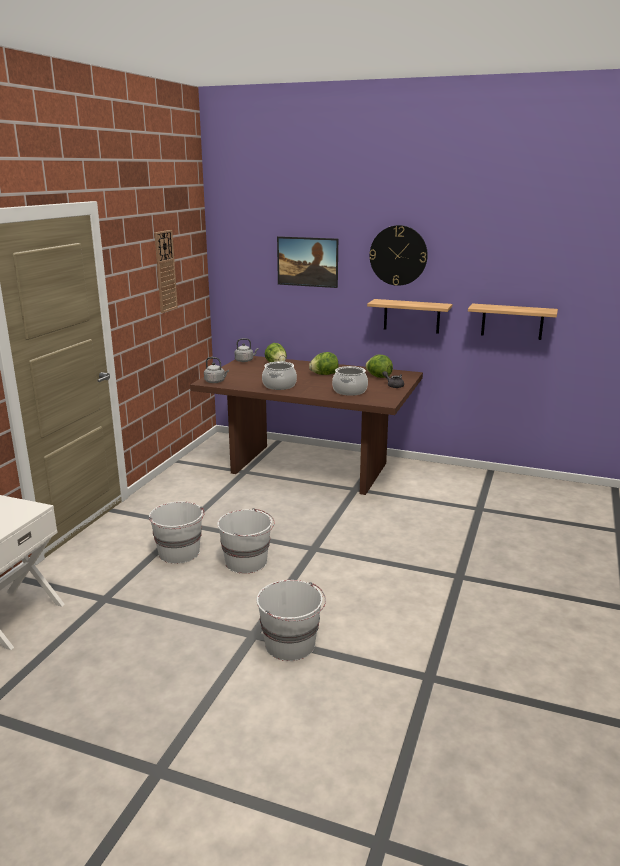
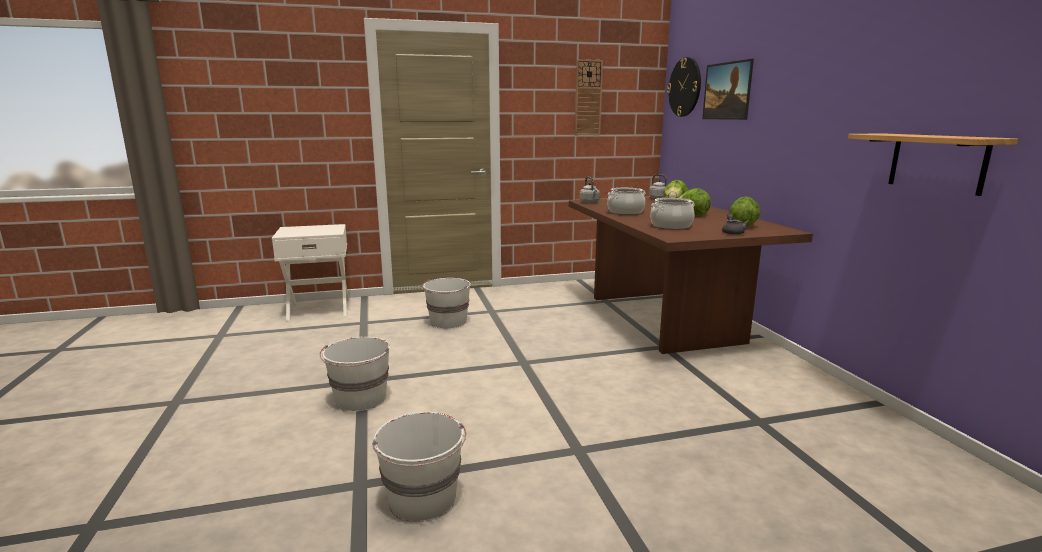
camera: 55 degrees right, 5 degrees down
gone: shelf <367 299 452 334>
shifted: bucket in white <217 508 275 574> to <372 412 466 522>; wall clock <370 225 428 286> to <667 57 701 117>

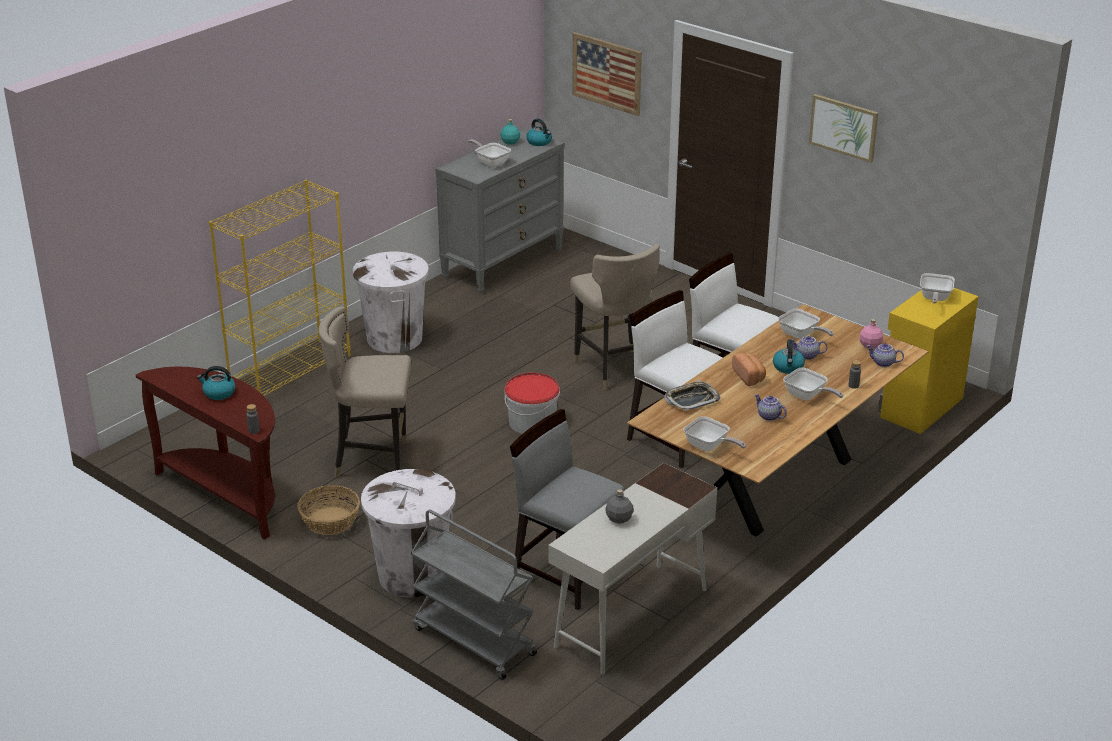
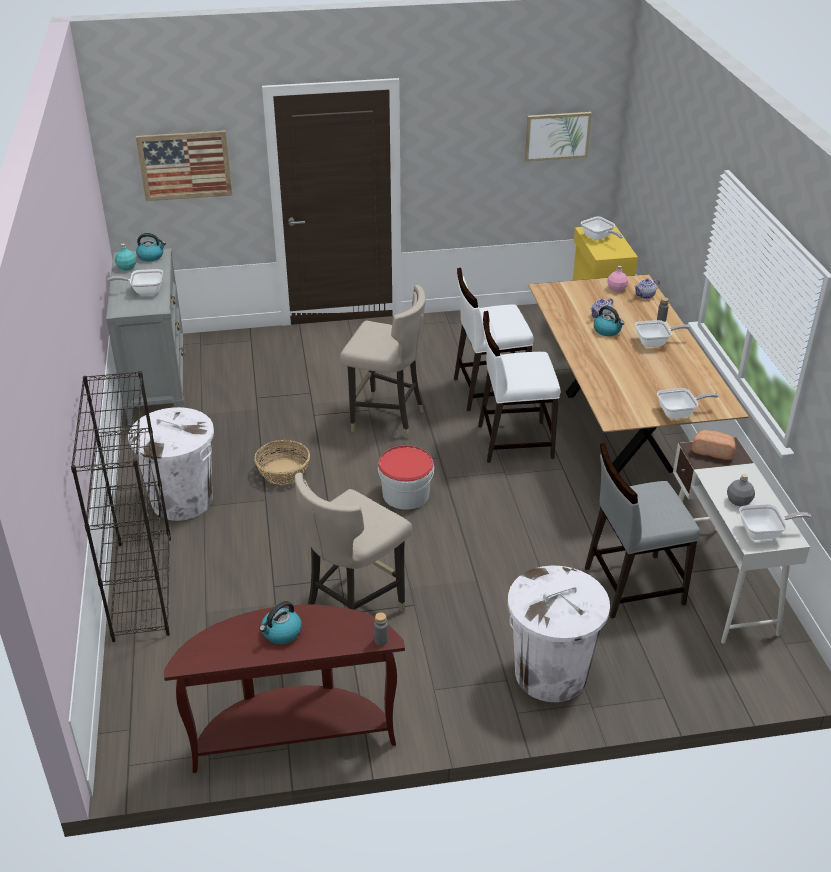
camera: 50 degrees left, 5 degrees up
gone: cart in grey <411 509 537 680>; tray <664 380 720 411>; teapot <754 394 787 421>
shifted: basket <297 485 360 535> to <254 440 310 485>; bread <732 353 766 386> to <692 430 735 460>; frying pan <778 309 834 339> to <739 504 811 540>; picture <809 94 879 163> to <525 112 592 162>
repainted: bookcase in yellow <209 180 351 396> to bookcase in black <71 371 171 642>

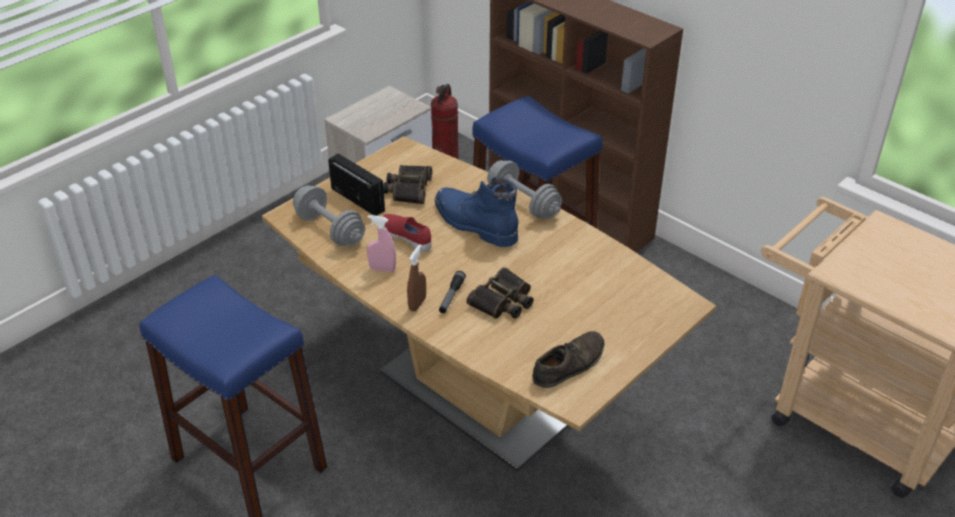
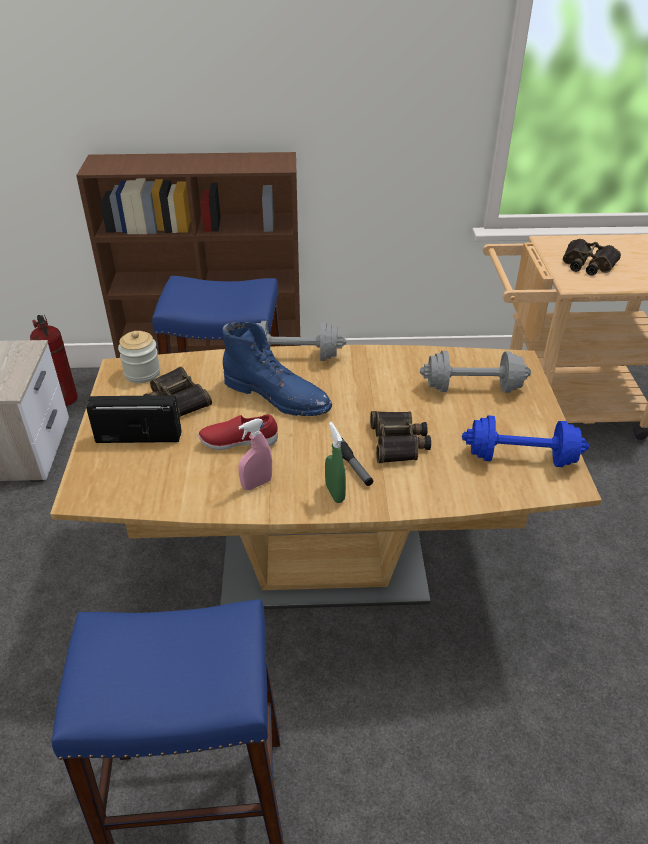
camera: 45 degrees left, 0 degrees up
new: jar <118 331 160 383>; binoculars <563 239 621 276>
shifted: dumbbell in grey <293 186 365 246> to <420 351 531 393>
swapped: shoe in brown <532 331 605 388> to dumbbell in blue <462 415 589 467>
repainted: spray bottle in brown <407 244 426 312> to spray bottle in green <325 422 346 503>
rotated: boot in blue <435 177 518 247> = <222 322 332 416> 150 degrees counterclockwise

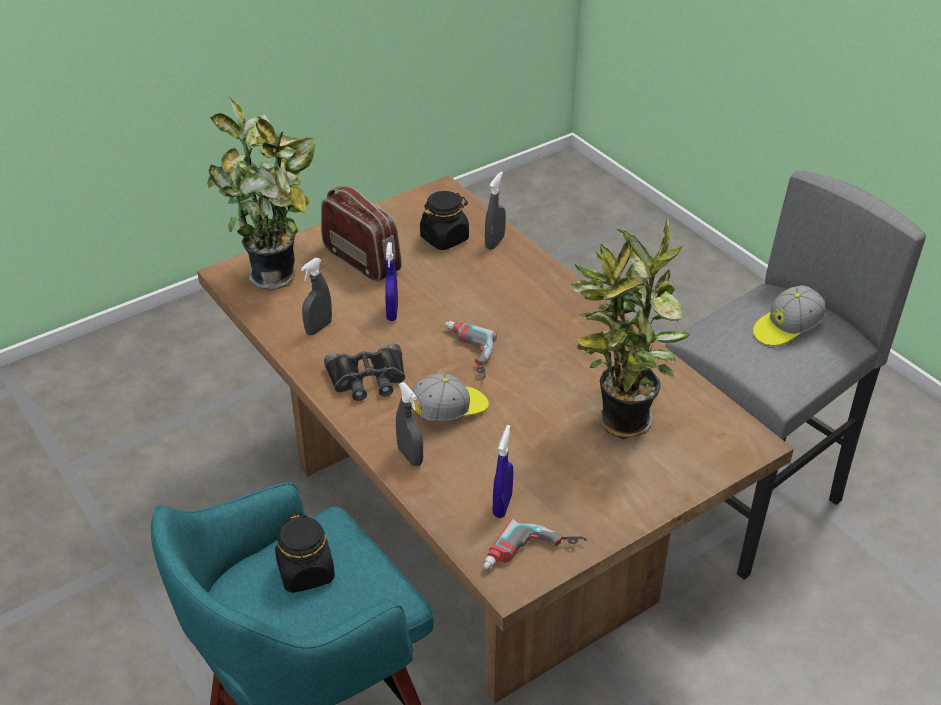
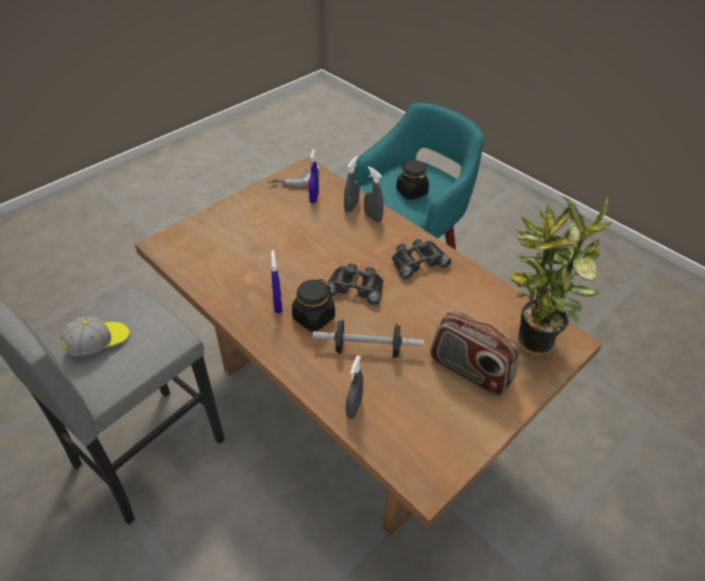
camera: 170 degrees right, 5 degrees up
gone: cap <411 373 489 421>; potted plant <569 218 691 439>
new: dumbbell <313 320 424 358>
shifted: spray bottle in grey <301 258 332 335> to <344 156 360 213>; spray bottle in blue <385 242 398 321> to <271 250 283 314>; jar in black <420 191 469 250> to <292 279 335 332>
swapped: power drill <444 321 497 379> to binoculars in black <328 263 384 305>

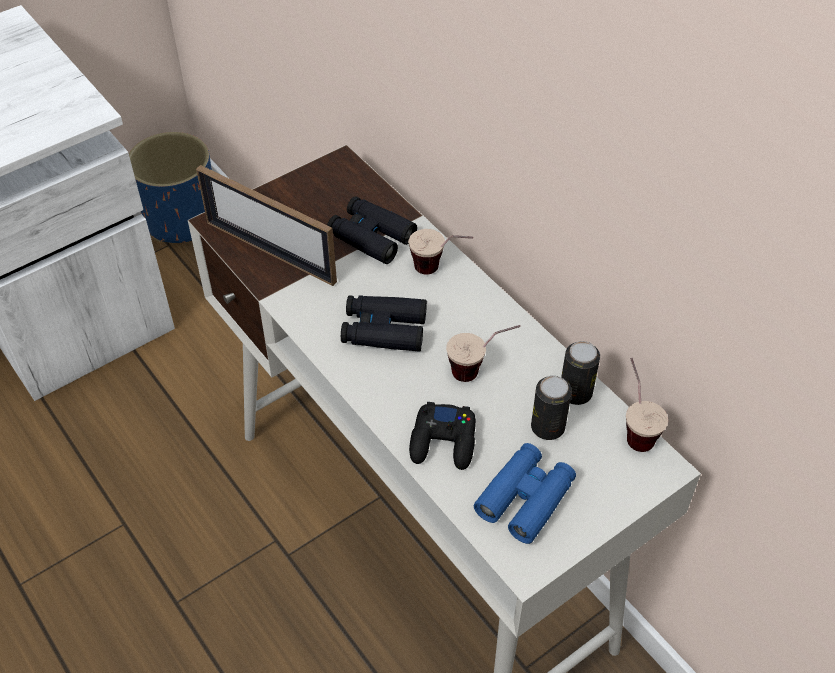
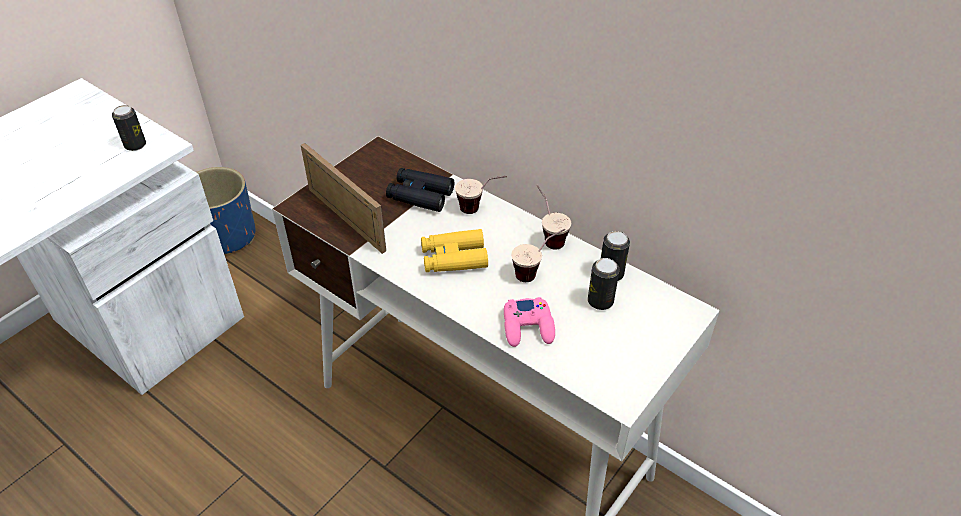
camera: 15 degrees left, 5 degrees down
gone: binoculars in blue <474 443 576 544>
new: can <112 105 146 151>
shifted: cup <626 358 668 452> to <536 185 571 249>
repainted: binoculars in black <341 295 427 352> to binoculars in yellow <421 229 488 272>; game controller in black <409 402 476 470> to game controller in pink <504 297 555 347>
rotated: picture frame <196 165 337 286> = <301 143 386 254> 150 degrees counterclockwise

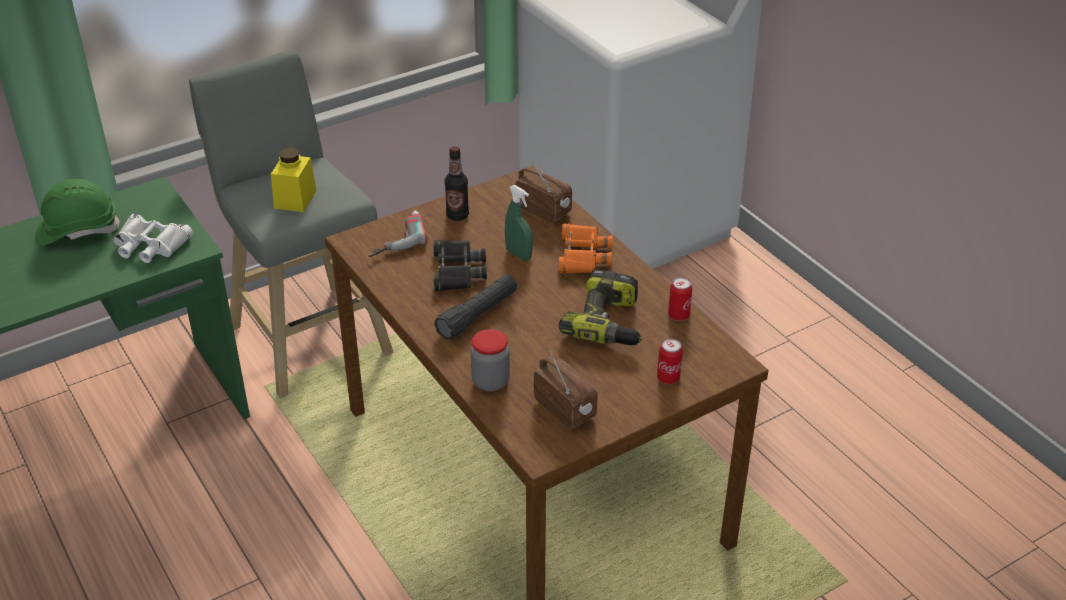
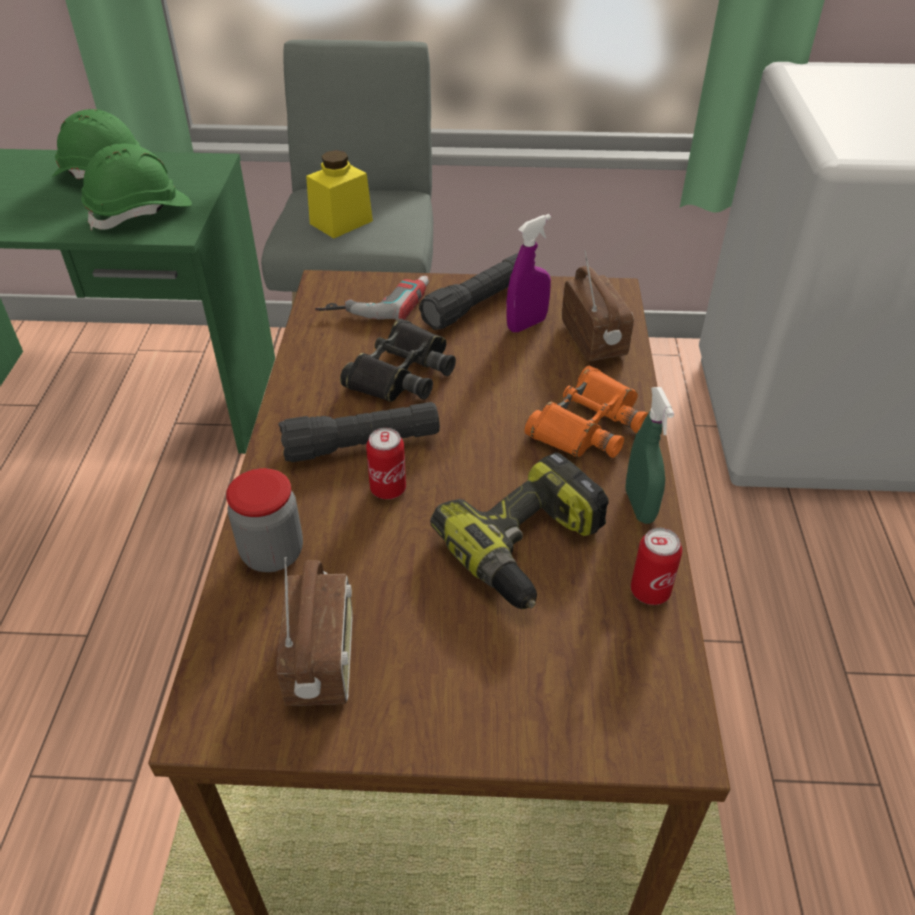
camera: 35 degrees right, 5 degrees up
new: spray bottle in purple <506 214 551 332>
shifted: spray bottle in green <505 185 533 261> to <625 387 674 524>; can <657 339 683 384> to <366 428 406 499>
swapped: binoculars in white <114 214 193 263> to hard hat in green <81 144 192 230>; bottle <444 146 469 221> to flashlight in black <419 253 518 330>

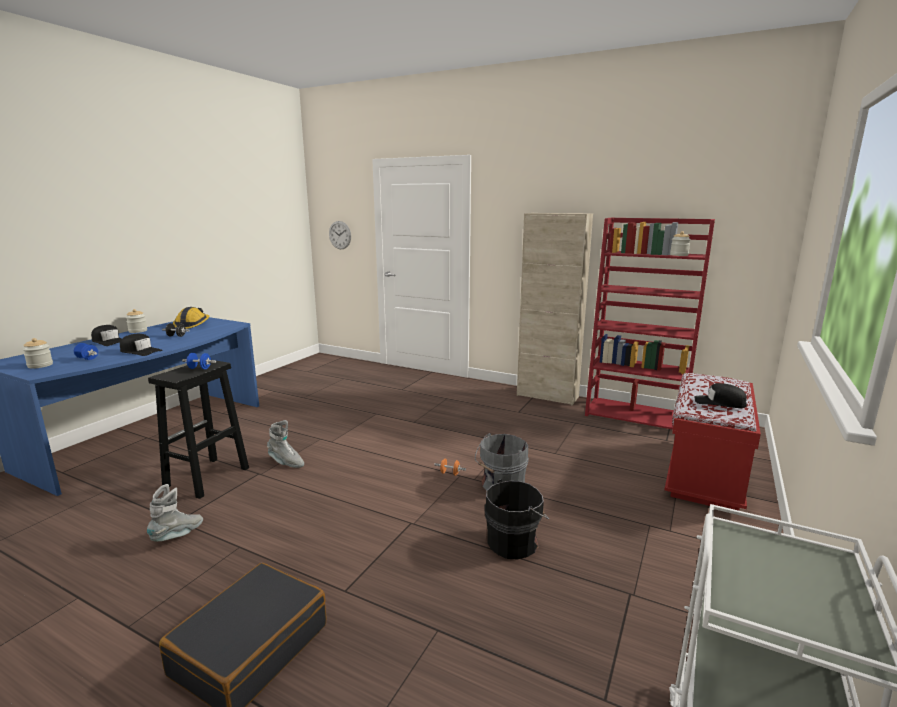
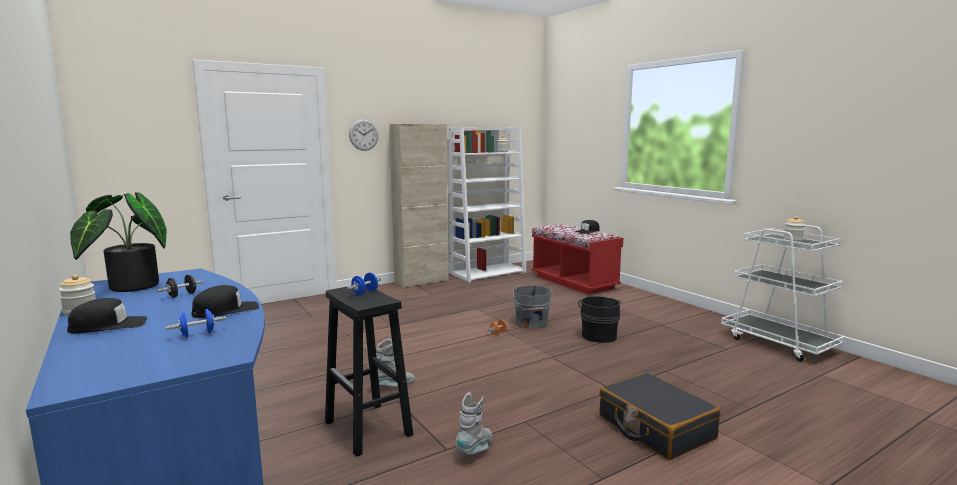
camera: 60 degrees left, 5 degrees down
shifted: jar <23 338 53 369> to <783 216 805 242>; wall clock <329 221 351 249> to <349 119 379 151>
swapped: hard hat <173 307 209 329> to potted plant <70 193 167 292>
repainted: bookcase in red <585 217 715 430> to bookcase in white <449 127 526 282>
rotated: boot in grey <147 484 203 542> = <456 392 492 455> 60 degrees clockwise

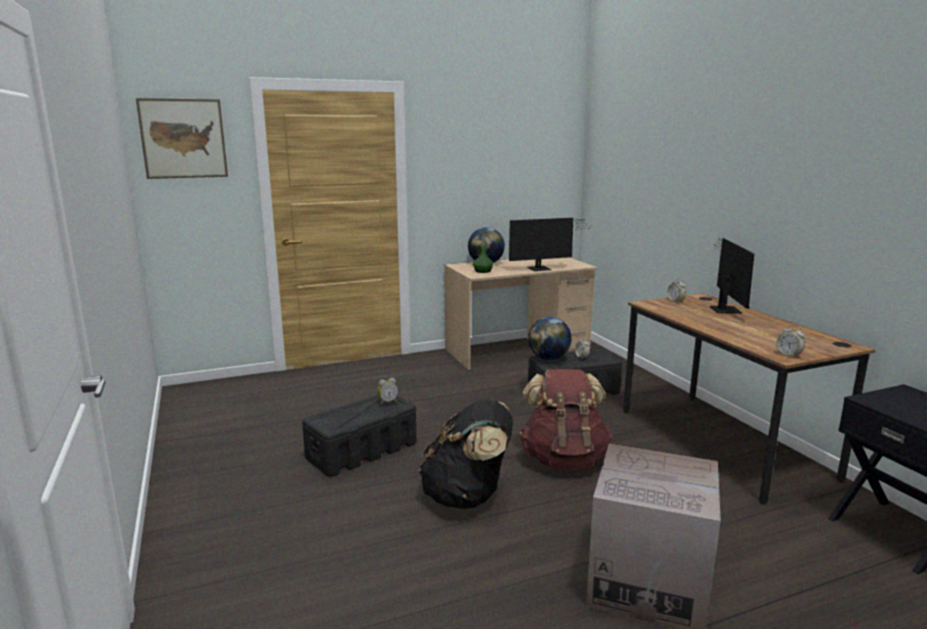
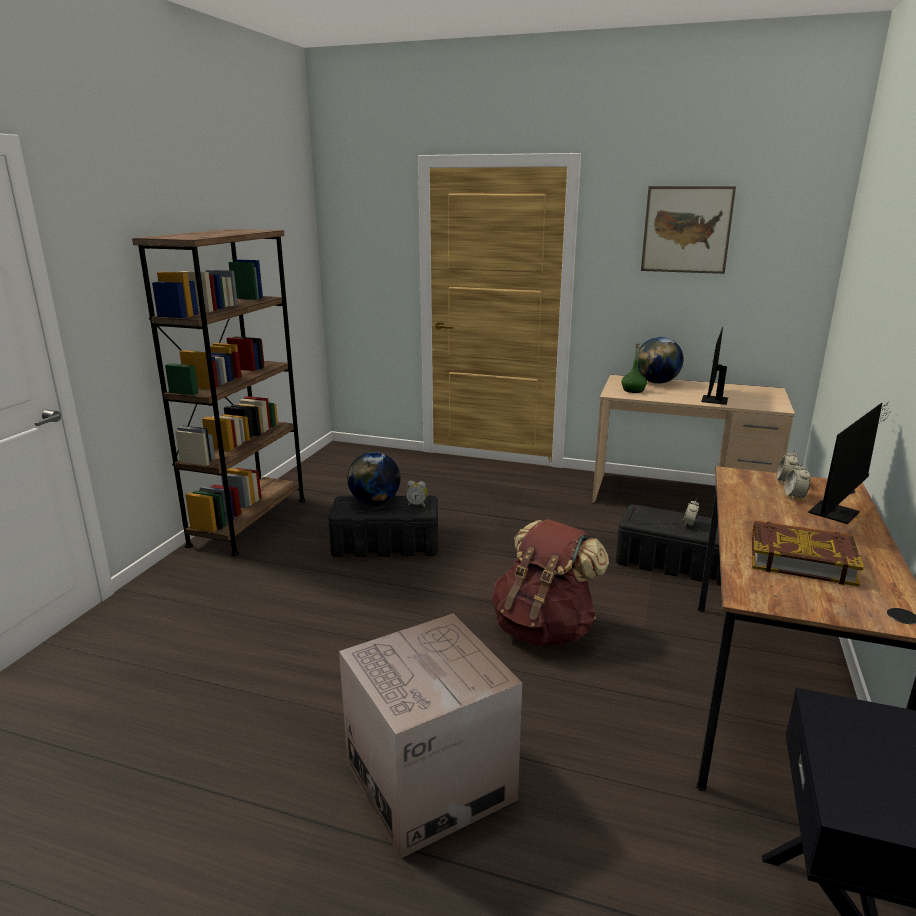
camera: 40 degrees right, 5 degrees up
gone: backpack in black <419 400 513 509>
new: bookcase in brown <132 229 306 556>; book <752 521 864 587>
shifted: picture <136 98 228 179> to <641 186 736 274>; globe <528 317 572 360> to <347 452 401 505>; alarm clock <776 325 805 358> to <784 462 810 500>
rotated: monitor <509 218 592 271> = <701 327 728 405> 90 degrees clockwise

